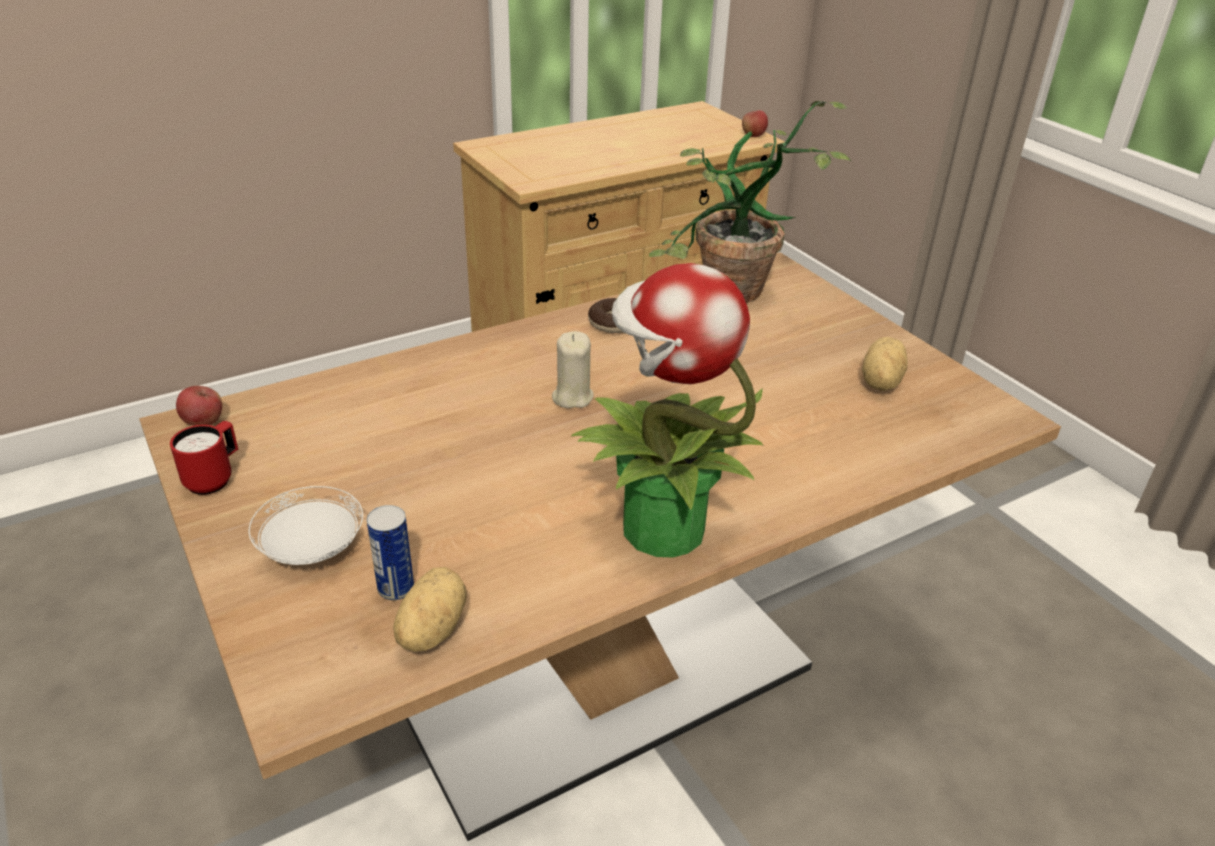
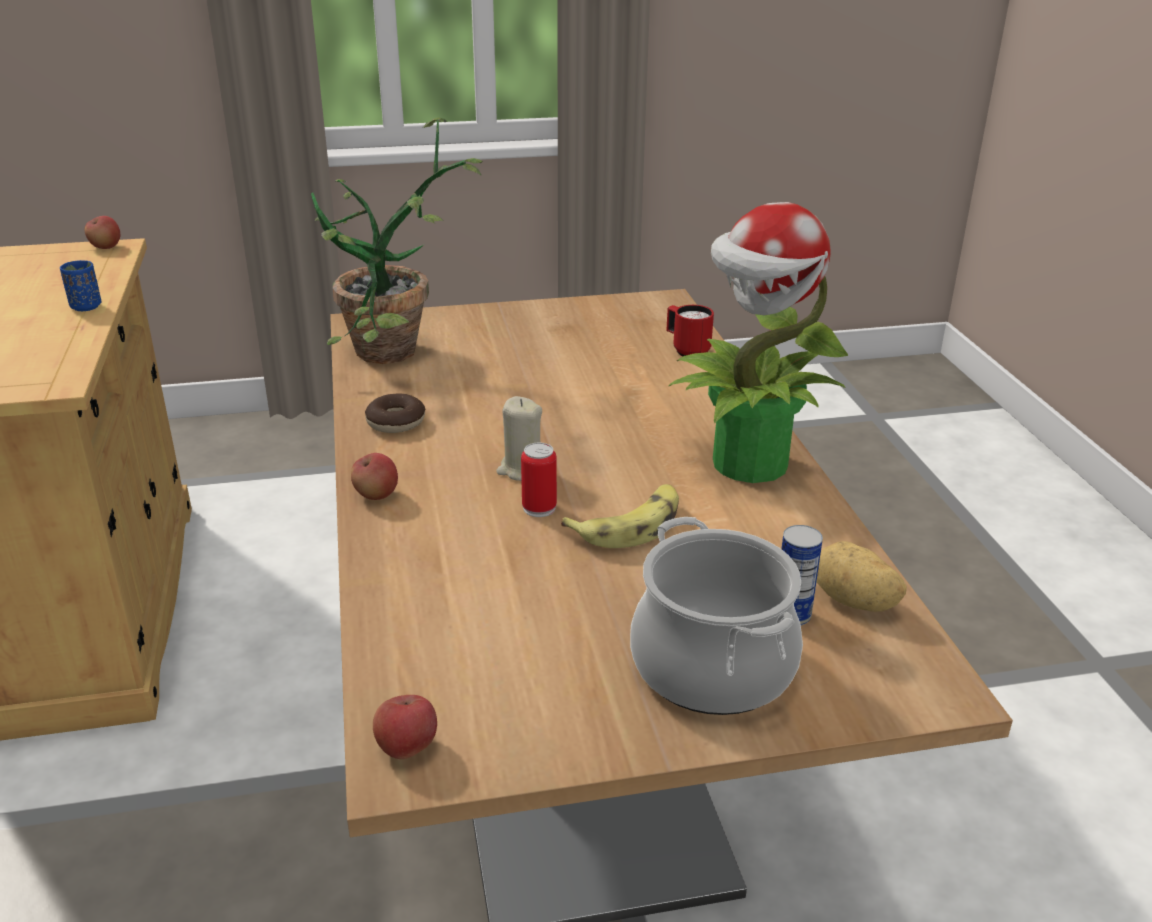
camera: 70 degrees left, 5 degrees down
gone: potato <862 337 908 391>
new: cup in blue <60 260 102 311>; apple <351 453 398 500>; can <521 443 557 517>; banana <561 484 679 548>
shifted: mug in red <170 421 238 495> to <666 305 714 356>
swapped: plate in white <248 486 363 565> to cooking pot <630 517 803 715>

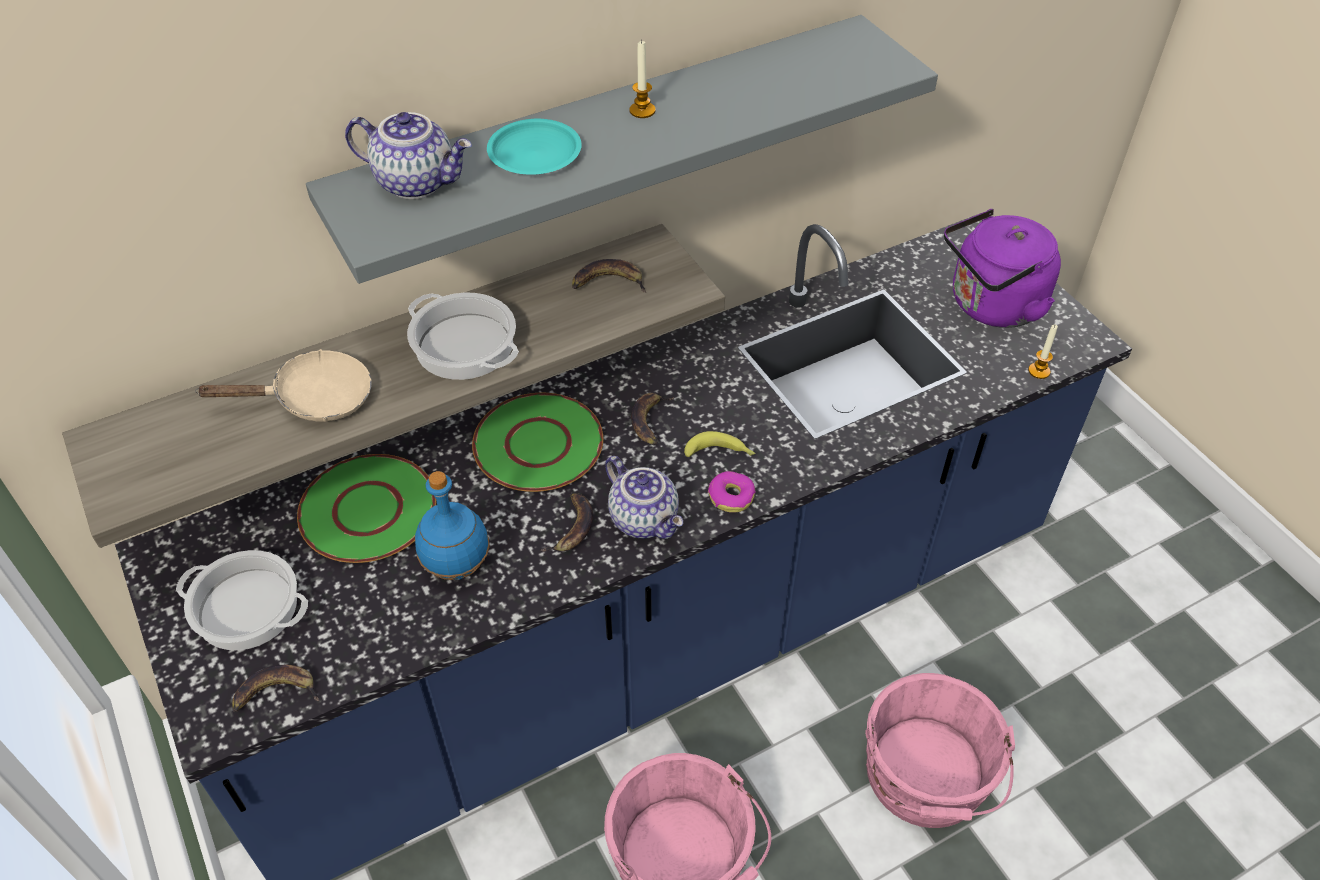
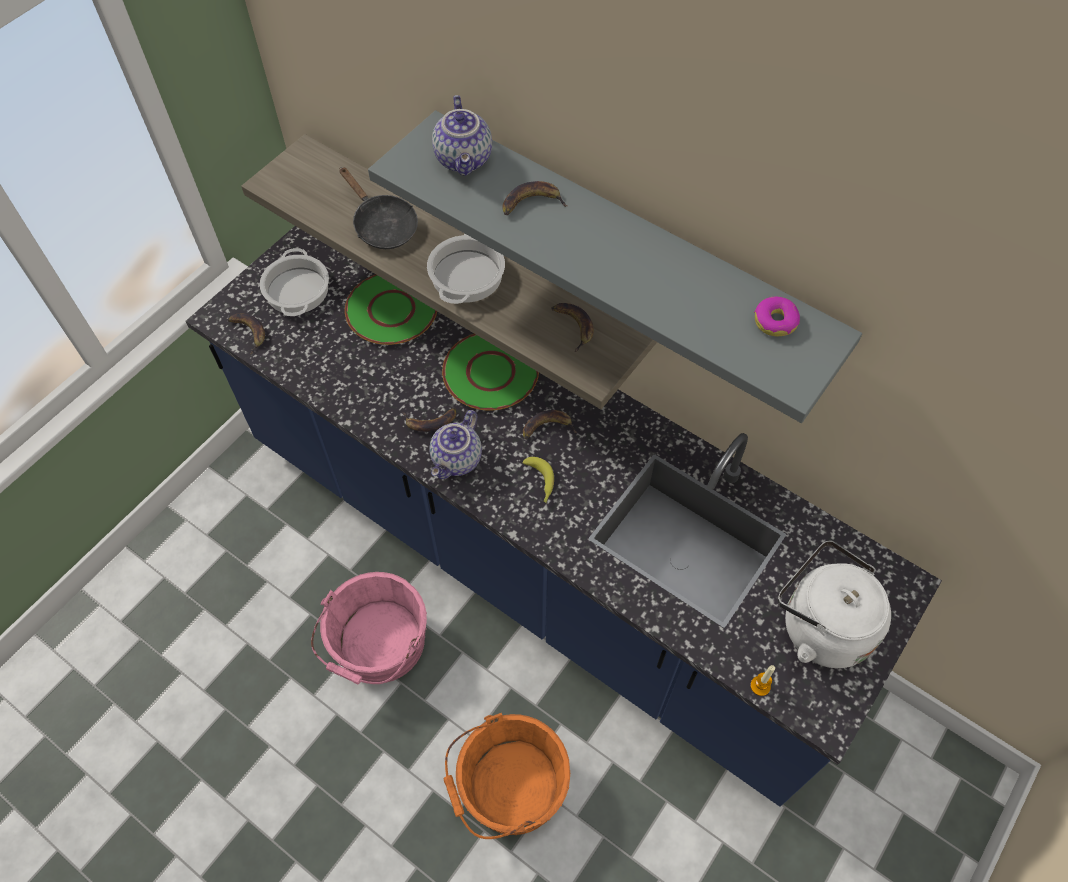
camera: 65 degrees right, 10 degrees up
gone: bottle in blue <415 471 490 580>; candle <629 40 656 118>
shifted: donut <708 471 756 513> to <754 297 800 336>
swapped: plate in turquoise <487 119 582 175> to banana <502 181 567 215>
repainted: frying pan in beige <195 349 372 422> to frying pan in black <339 167 418 249>; bucket in pink <865 673 1015 828> to bucket in orange <443 713 571 839>; kettle in purple <944 209 1061 328> to kettle in white <778 541 891 668>

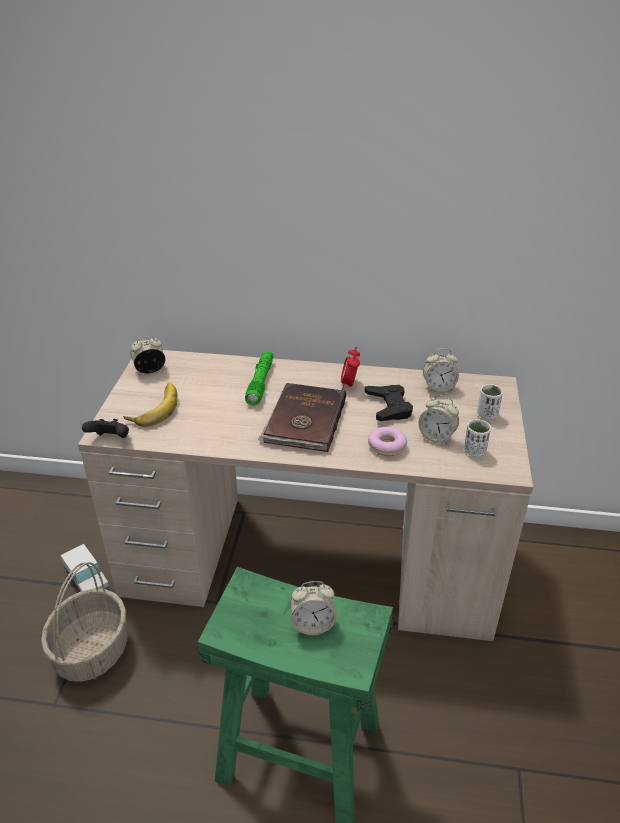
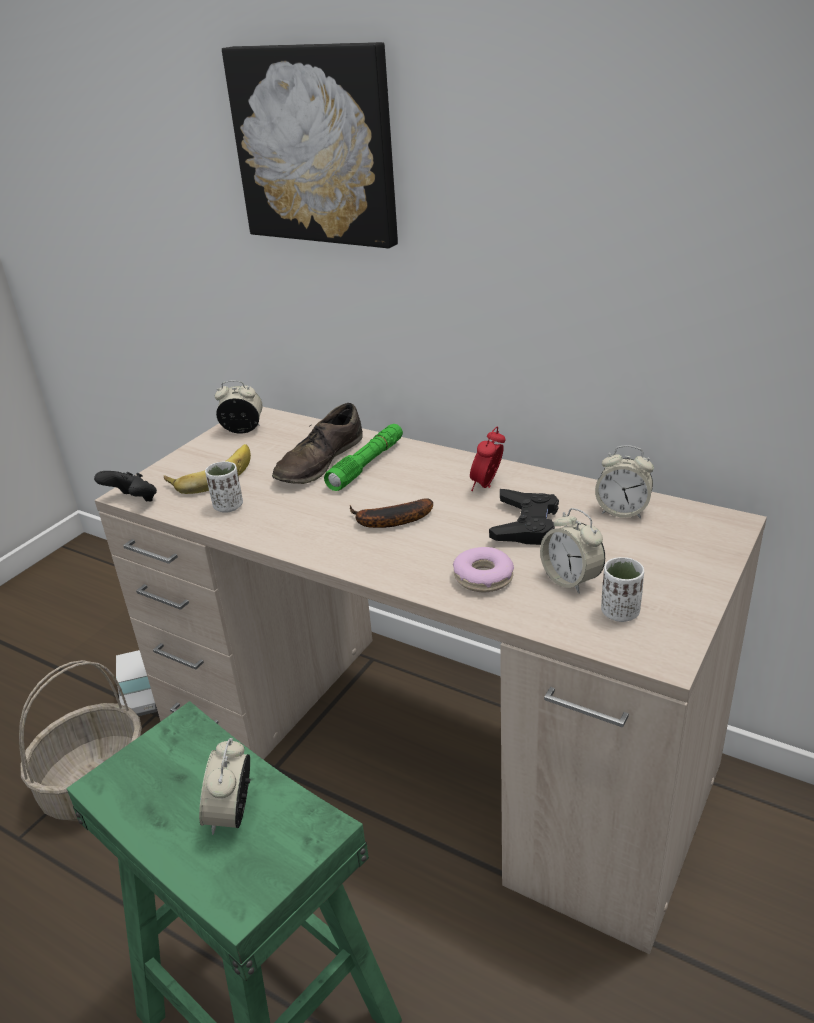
camera: 25 degrees right, 5 degrees down
new: picture <222 42 398 248>; shoe in brown <272 403 363 484>
shifted: cup in white <477 384 503 420> to <205 461 243 513>
swapped: book in brown <258 383 346 452> to banana <350 498 433 528>
rotated: alarm clock <290 581 337 635> = <199 738 251 835> 75 degrees clockwise

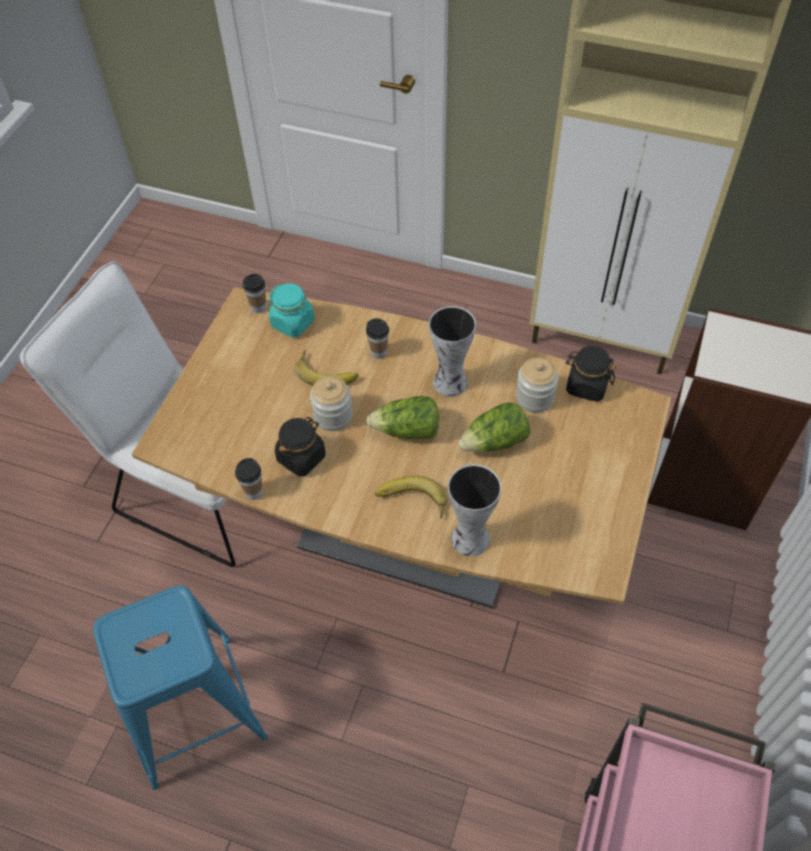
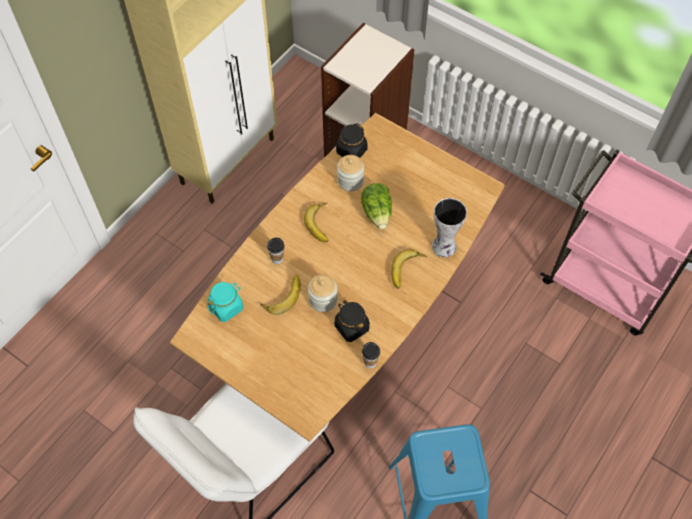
camera: 75 degrees left, 5 degrees up
gone: cup <243 274 266 313>; lettuce <366 396 439 439>
swapped: vase <429 306 476 397> to banana <304 203 329 242>

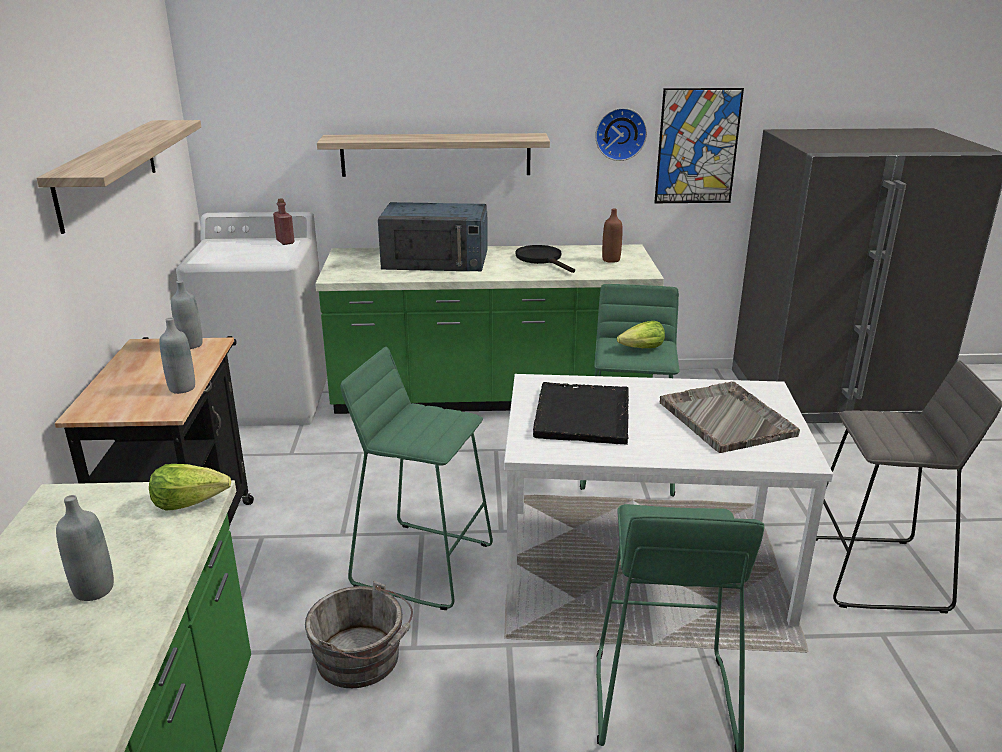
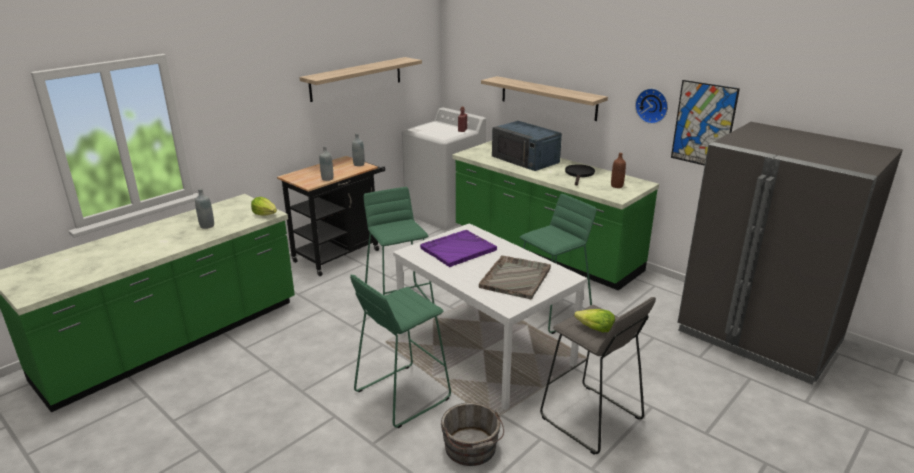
camera: 45 degrees right, 0 degrees up
shifted: bucket in grey <305 581 413 688> to <441 403 504 466>; lettuce <617 321 665 348> to <574 309 615 332>
repainted: tray in black <533 382 629 445> to tray in purple <420 230 497 267>

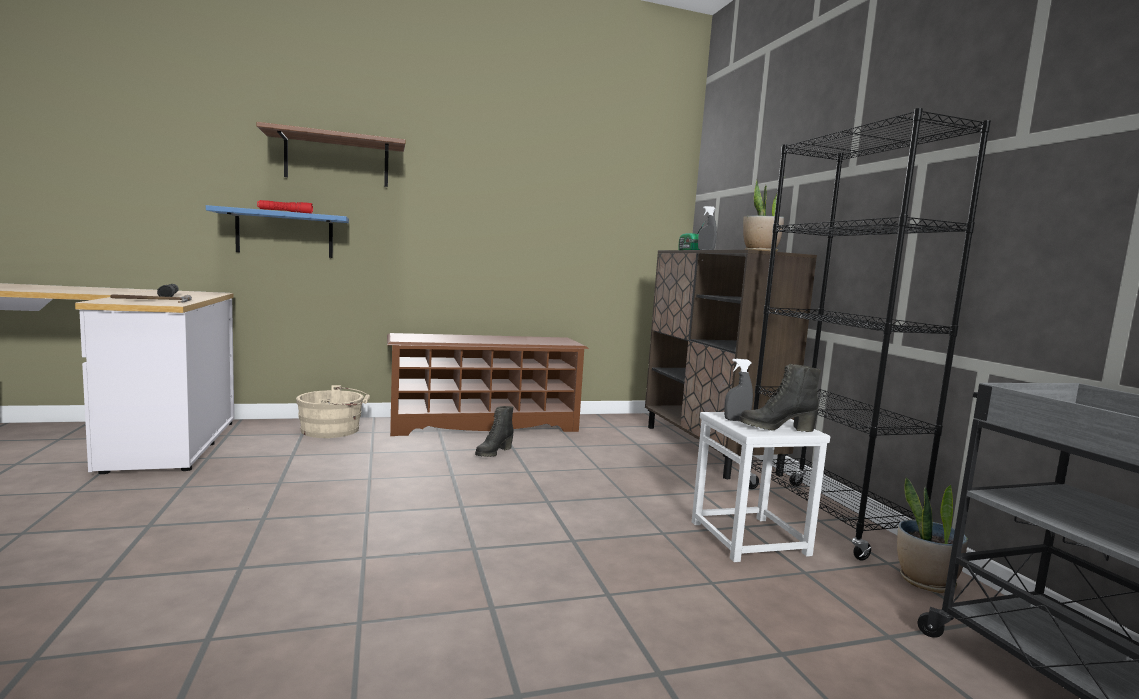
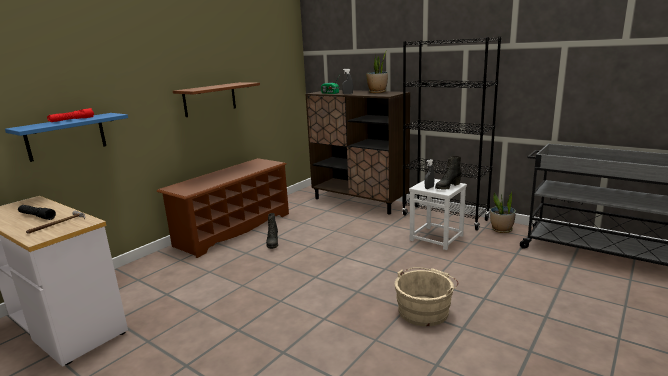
camera: 35 degrees left, 10 degrees up
shifted: shelf <257 122 406 187> to <173 82 260 117>; bucket in beige <296 385 370 438> to <394 267 458 326>

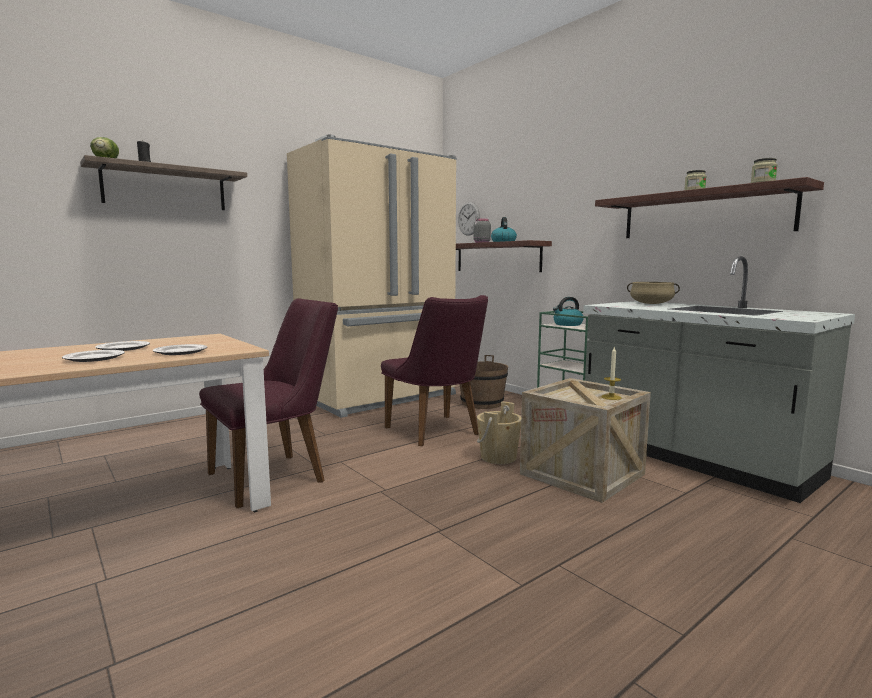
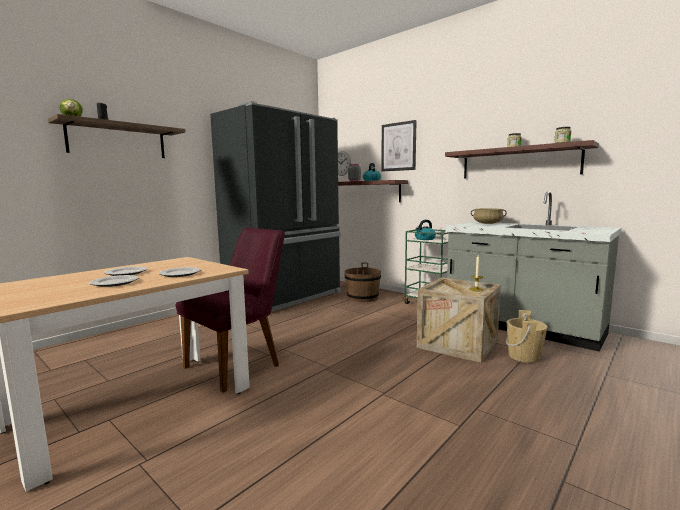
camera: 10 degrees left, 0 degrees up
gone: chair in purple <381 295 488 446>
new: picture <381 120 416 172>
shifted: bucket in beige <477 401 521 464> to <506 310 548 363>
repainted: fridge in beige <287 135 457 418> to fridge in black <210 101 341 312>

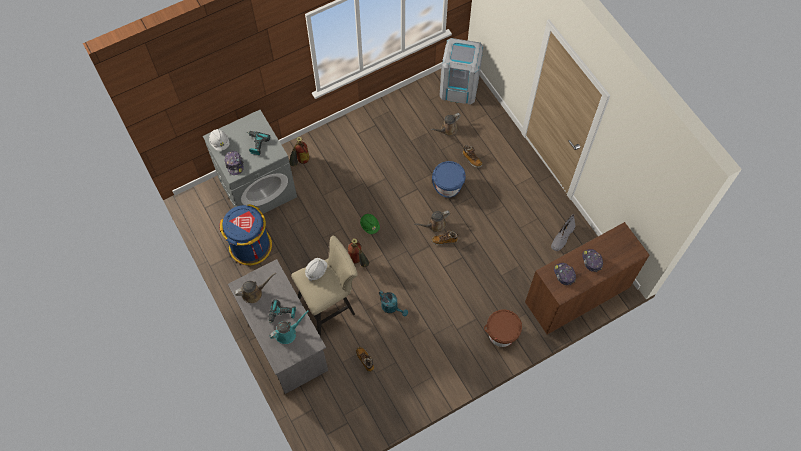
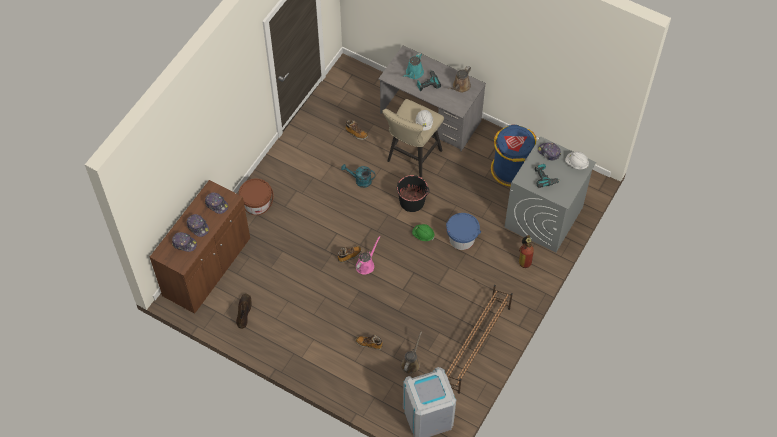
camera: 150 degrees right, 5 degrees down
new: cap <172 232 197 252>; shoe rack in brown <446 285 513 394>
shifted: bucket in blue <432 161 466 198> to <446 213 481 250>
swapped: fire extinguisher <348 238 370 267> to bucket in black <397 175 430 212>
repainted: watering can in brown <414 210 450 232> to watering can in pink <356 236 381 275>; boot in grey <551 214 575 251> to boot in brown <236 294 251 329>

